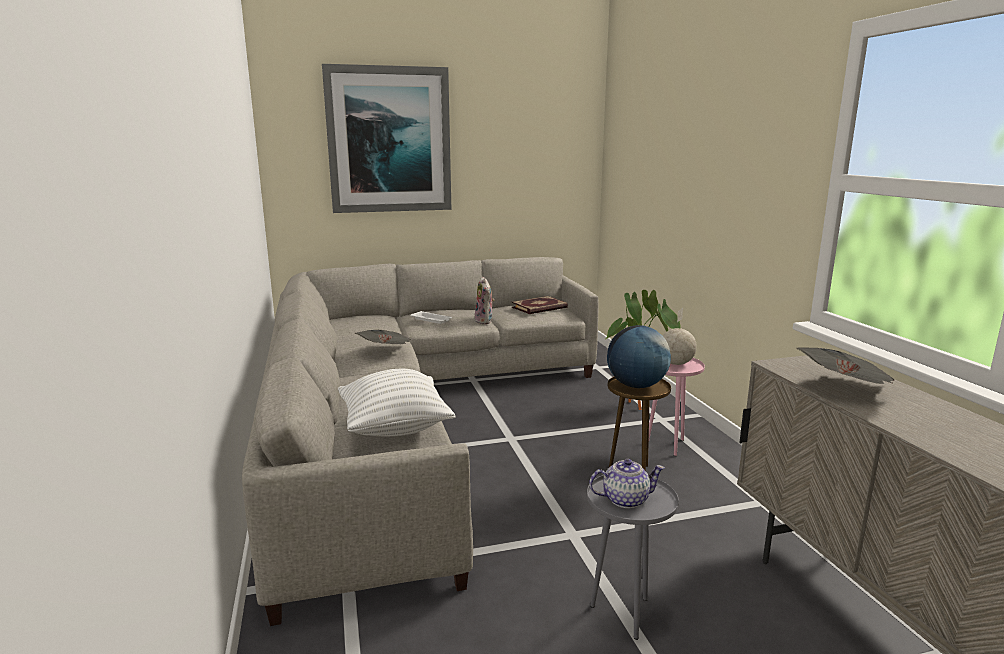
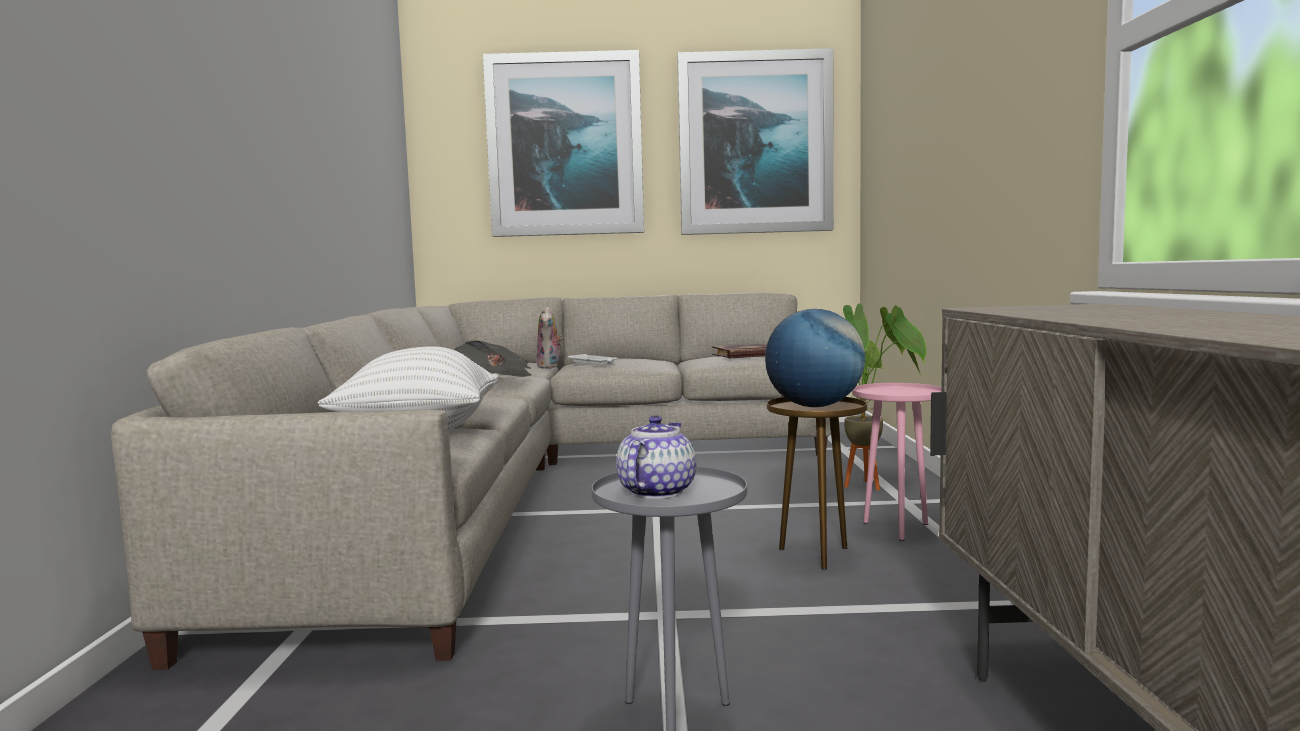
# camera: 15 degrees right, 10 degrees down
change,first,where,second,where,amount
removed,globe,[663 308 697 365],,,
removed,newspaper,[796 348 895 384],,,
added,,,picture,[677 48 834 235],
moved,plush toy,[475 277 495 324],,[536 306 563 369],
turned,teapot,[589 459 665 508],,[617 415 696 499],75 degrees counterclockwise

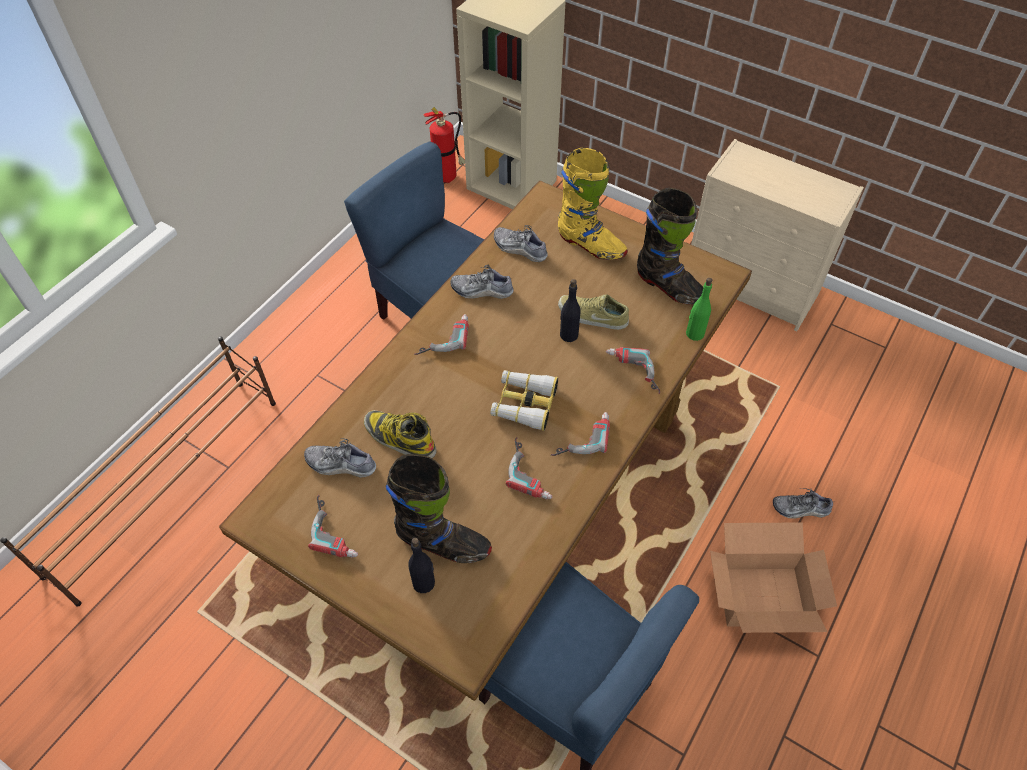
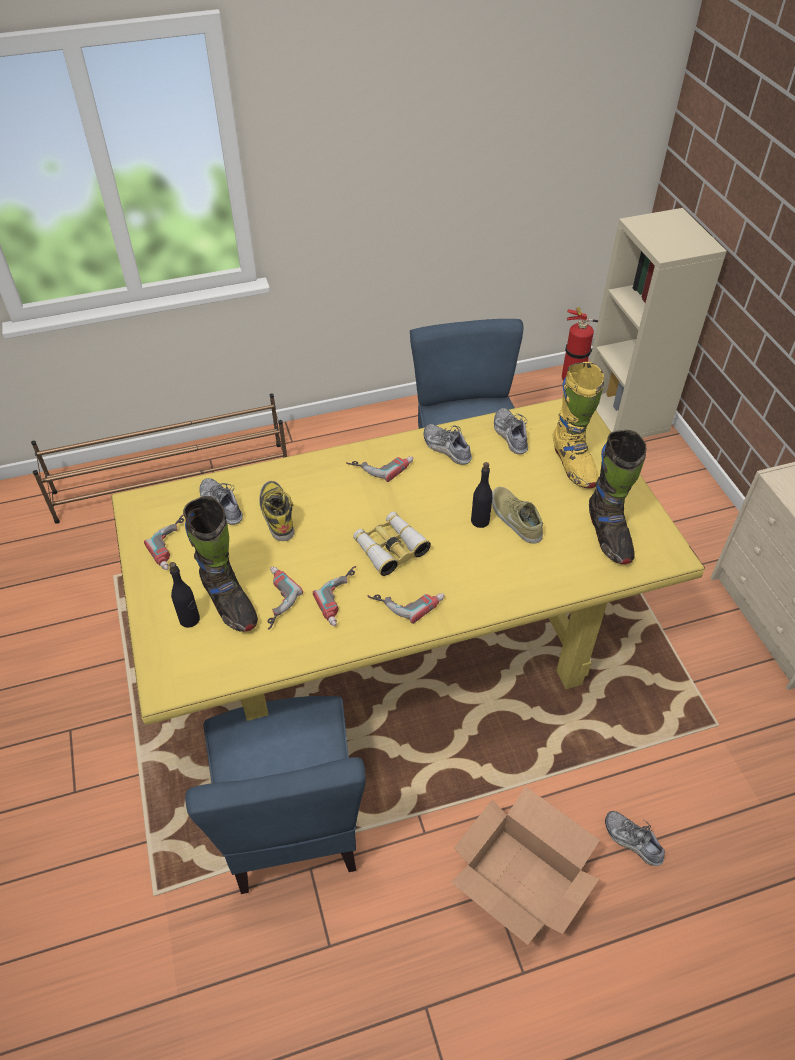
# camera: 40 degrees right, 5 degrees down
change,first,where,second,where,amount
removed,green bottle,[686 278 712 341],,,
moved,power drill,[606 347 660 394],,[268 567 303 630],
recoloured,brown dining table,[219 181 752 701],yellow dining table,[111 398 705 725],

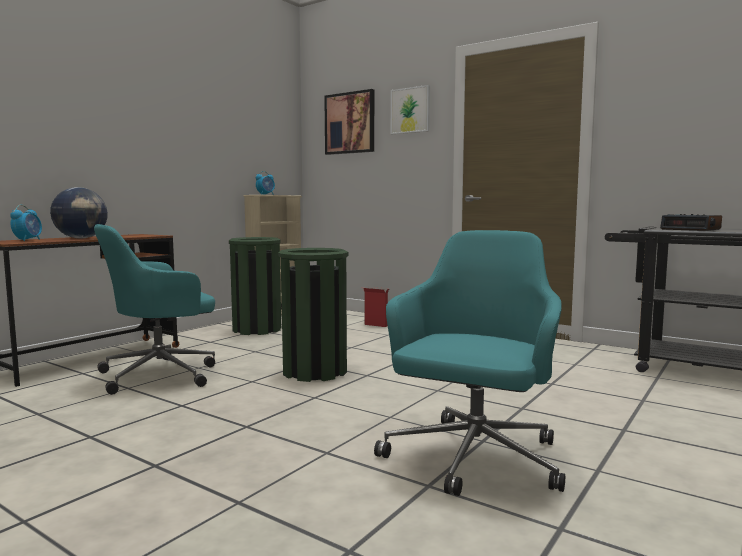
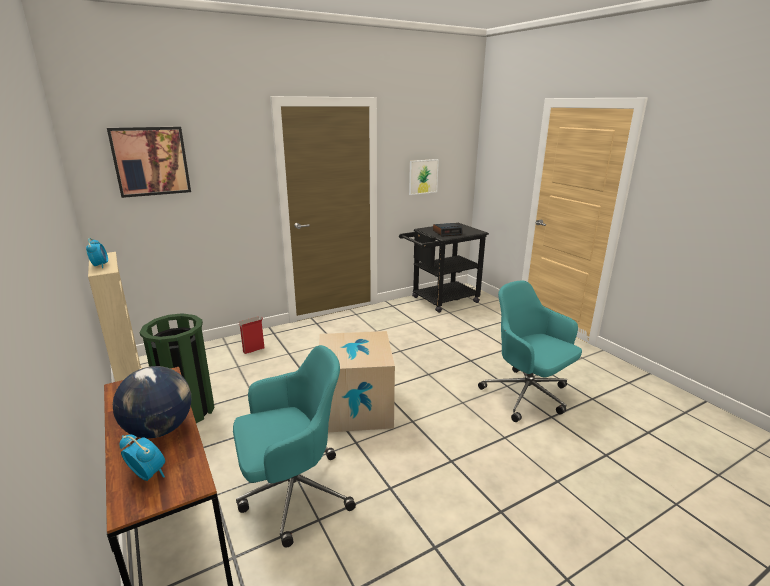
# camera: 65 degrees left, 15 degrees up
change,first,where,second,where,amount
moved,picture,[391 85 430 134],,[409 159 439 195],
replaced,green trash can,[278 248 348 382],cardboard box,[319 331 395 432],
turned,turquoise office chair,[94 224 215 395],,[233 345 356 548],105 degrees counterclockwise

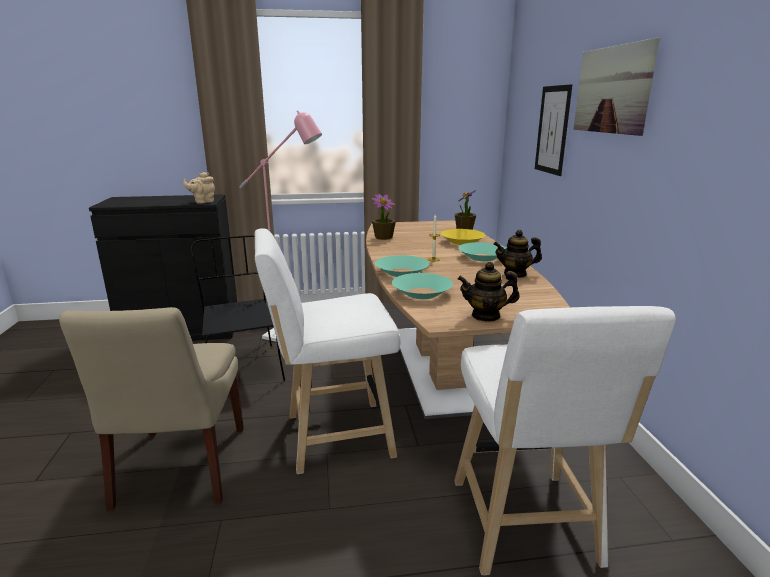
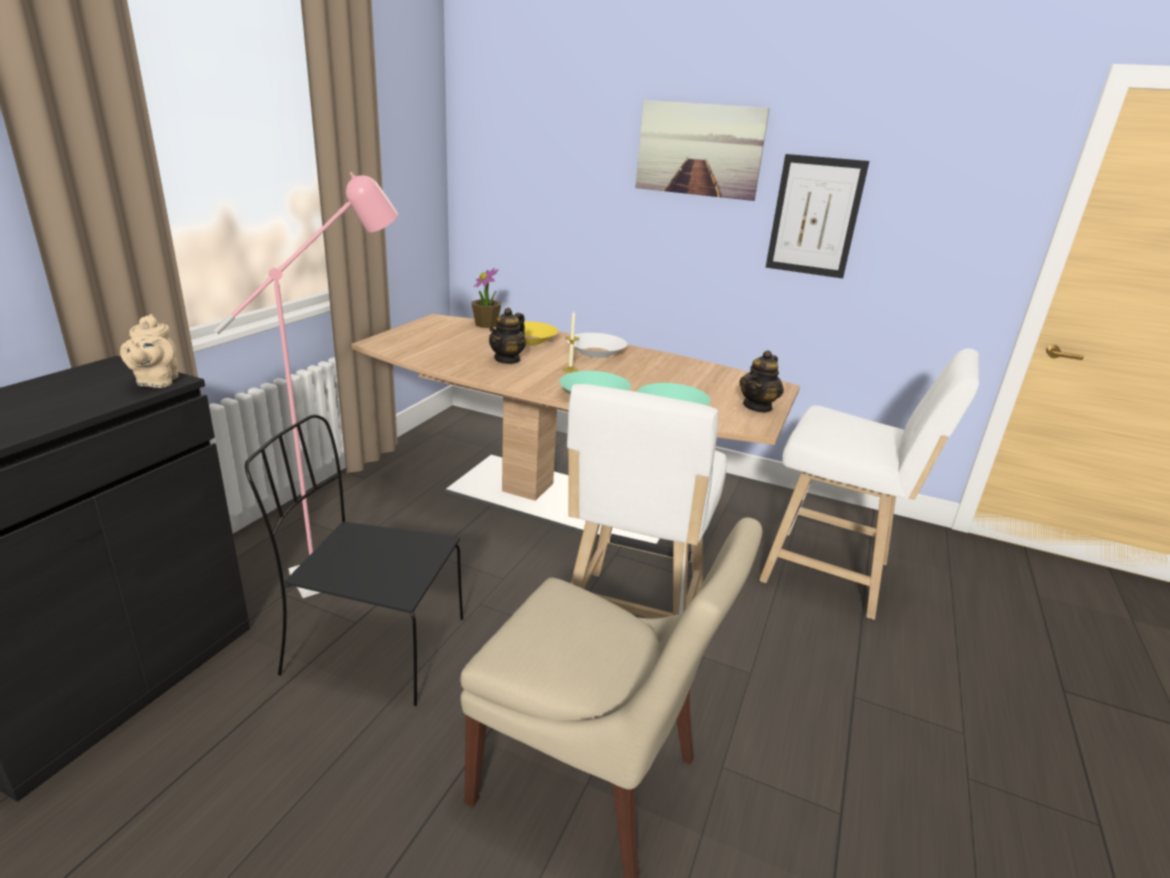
# camera: 60 degrees left, 5 degrees up
change,first,where,second,where,amount
removed,potted plant,[372 194 396 240],,,
moved,teapot,[493 230 542 278],,[489 308 526 364],
moved,picture,[535 84 572 176],,[766 154 869 278],
recoloured,turquoise bowl,[458 242 506 261],white bowl,[567 333 627 358],

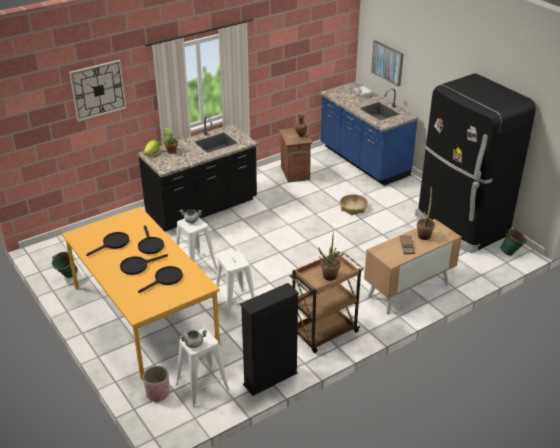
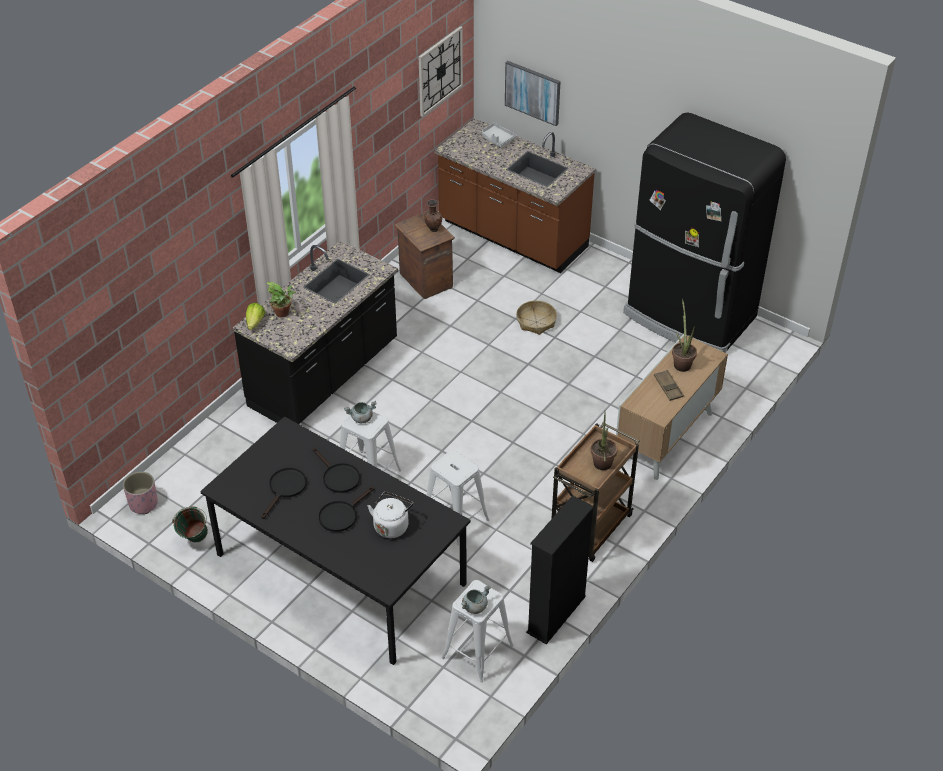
# camera: 20 degrees left, 10 degrees up
change,first,where,second,where,amount
removed,green bucket,[500 229 527 256],,,
moved,wall clock,[69 60 127 122],,[419 26 463 117],
moved,pink planter,[143 366 170 402],,[123 472 158 514],
replaced,black frying pan,[138 266 183 293],white kettle,[368 492 413 538],
recoloured,orange dining table,[62 207 220 380],black dining table,[200 416 470 665],
recoloured,blue counter,[319 82 418 186],brown counter,[434 118 596 273],

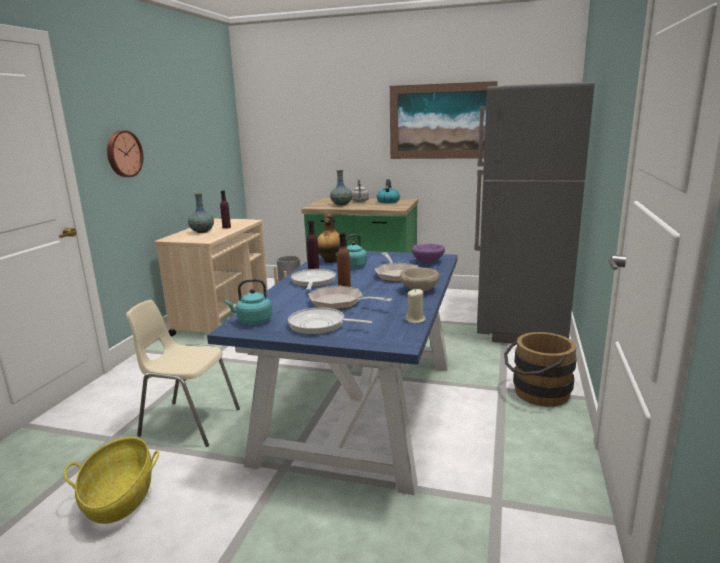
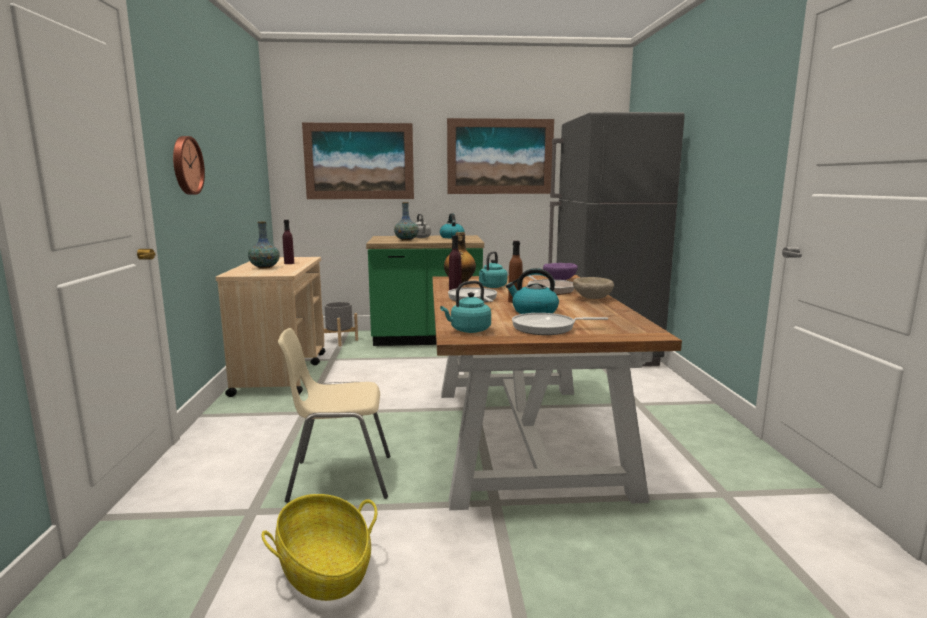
# camera: 20 degrees left, 5 degrees down
change,first,where,second,where,amount
removed,beige candle,[405 289 426 323],,,
removed,brown bucket,[504 332 577 407],,,
added,,,picture,[302 123 414 199],
replaced,frying pan,[308 286 393 310],kettle,[506 268 559 314],
recoloured,blue dining table,[207 251 458 495],brown dining table,[432 275 682 510],

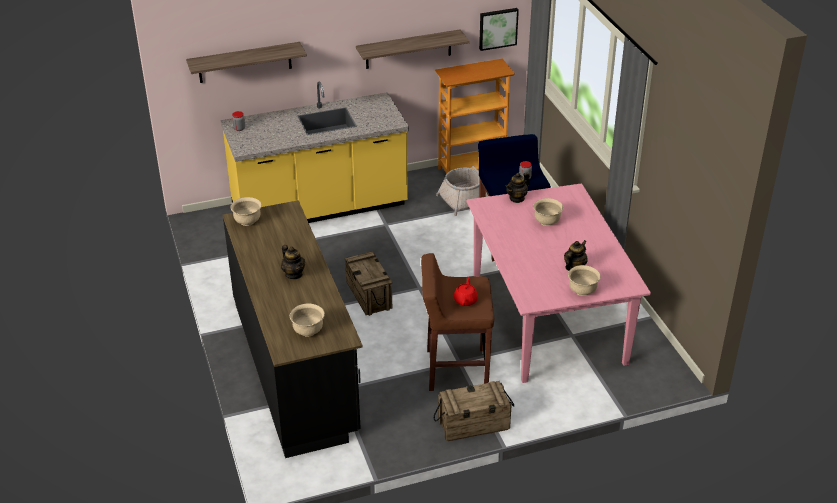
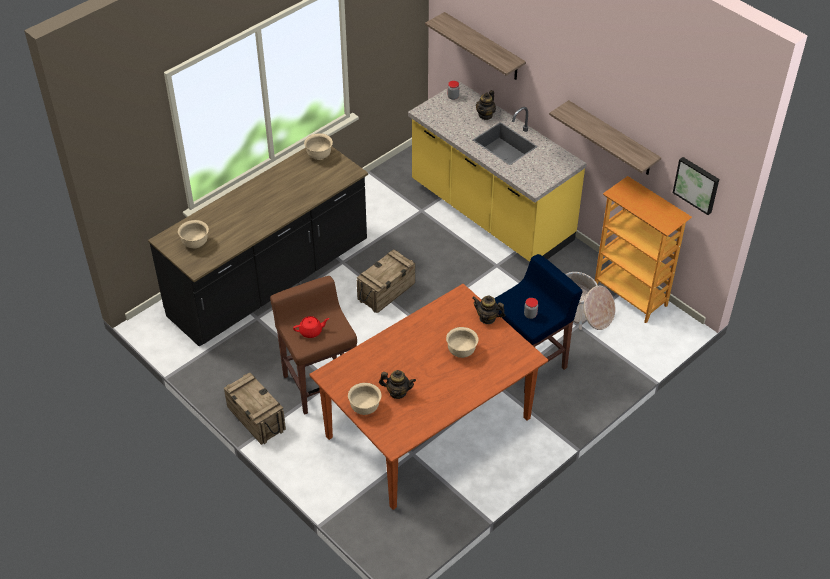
# camera: 65 degrees right, 10 degrees up
change,first,where,second,where,amount
moved,teapot,[281 245 305 279],,[476 90 496 120],
recoloured,pink dining table,[466 183 651 383],brown dining table,[309 284 548 510],

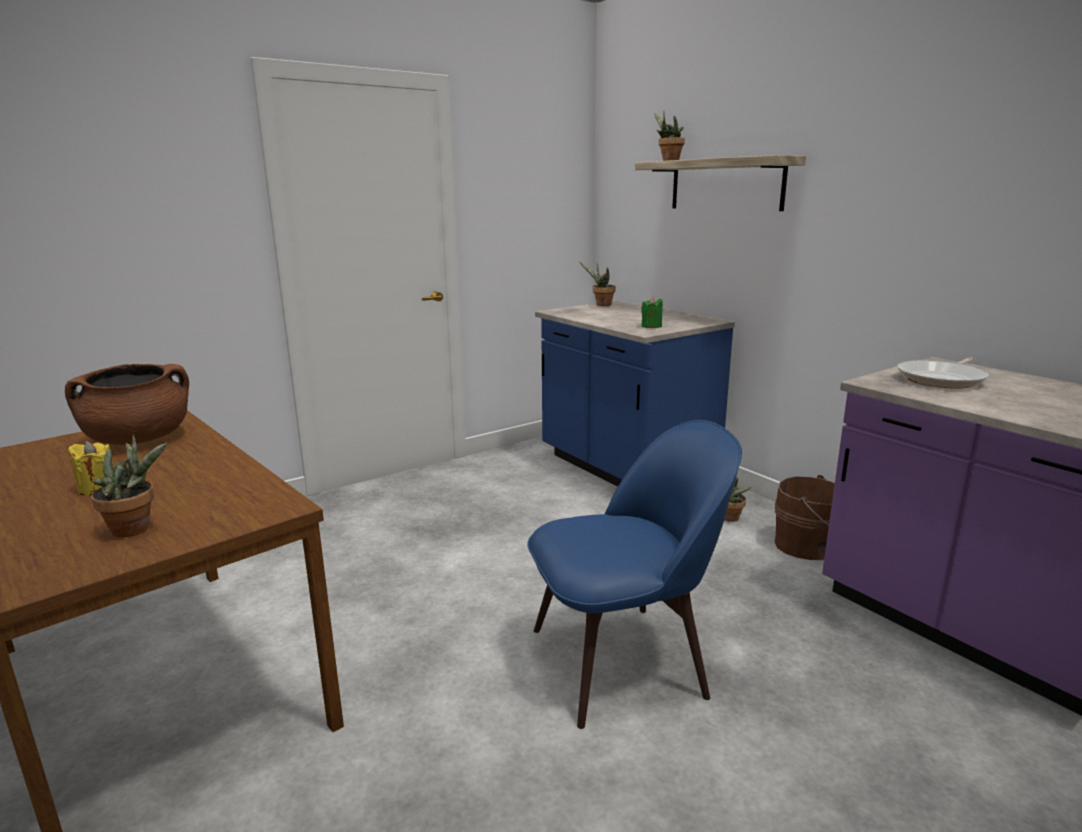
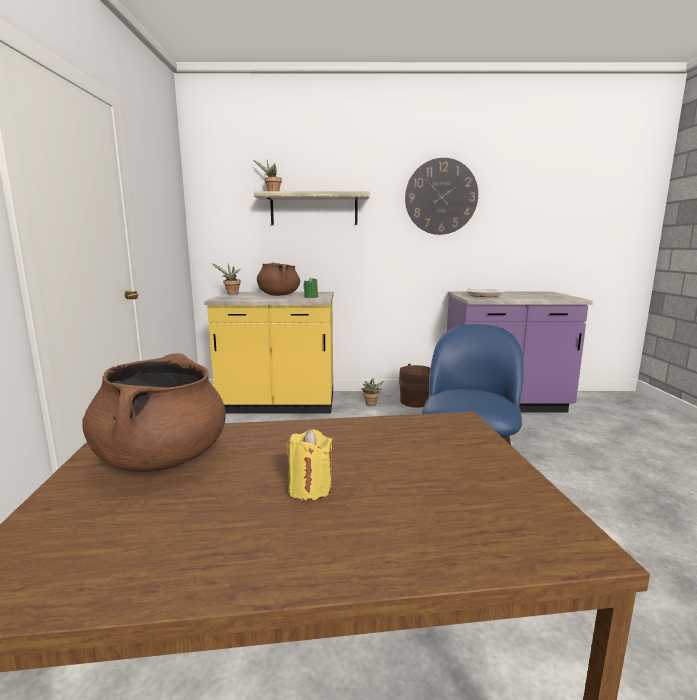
# camera: 55 degrees left, 5 degrees down
change,first,where,second,where,amount
removed,potted plant,[91 435 168 537],,,
added,,,brown cooking pot,[257 262 300 296],
added,,,wall clock,[405 158 478 235],
recoloured,blue counter,[535 301 735 487],yellow counter,[204 292 334 414],

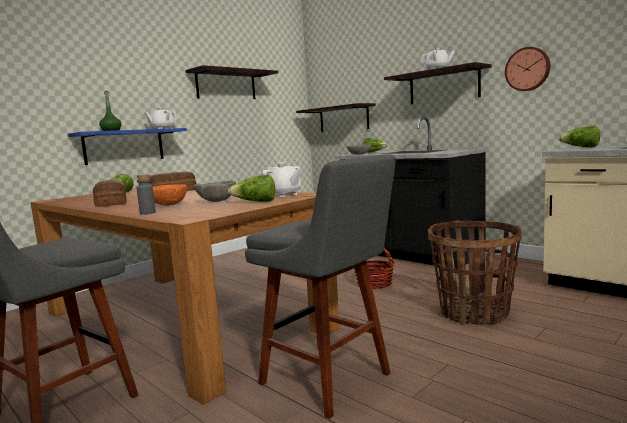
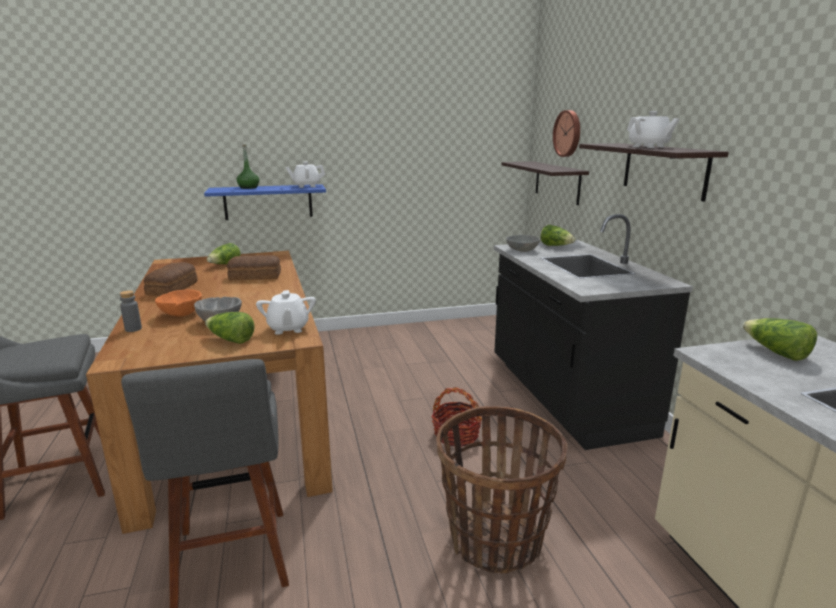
# camera: 30 degrees right, 10 degrees up
change,first,where,second,where,amount
removed,shelf,[185 65 278 99],,,
moved,wall clock,[505 47 550 91],,[553 110 580 157],

